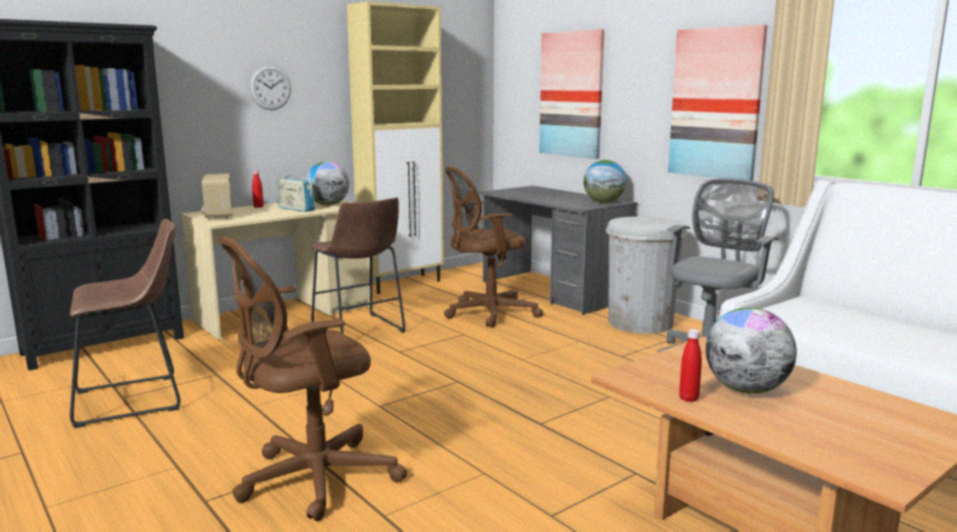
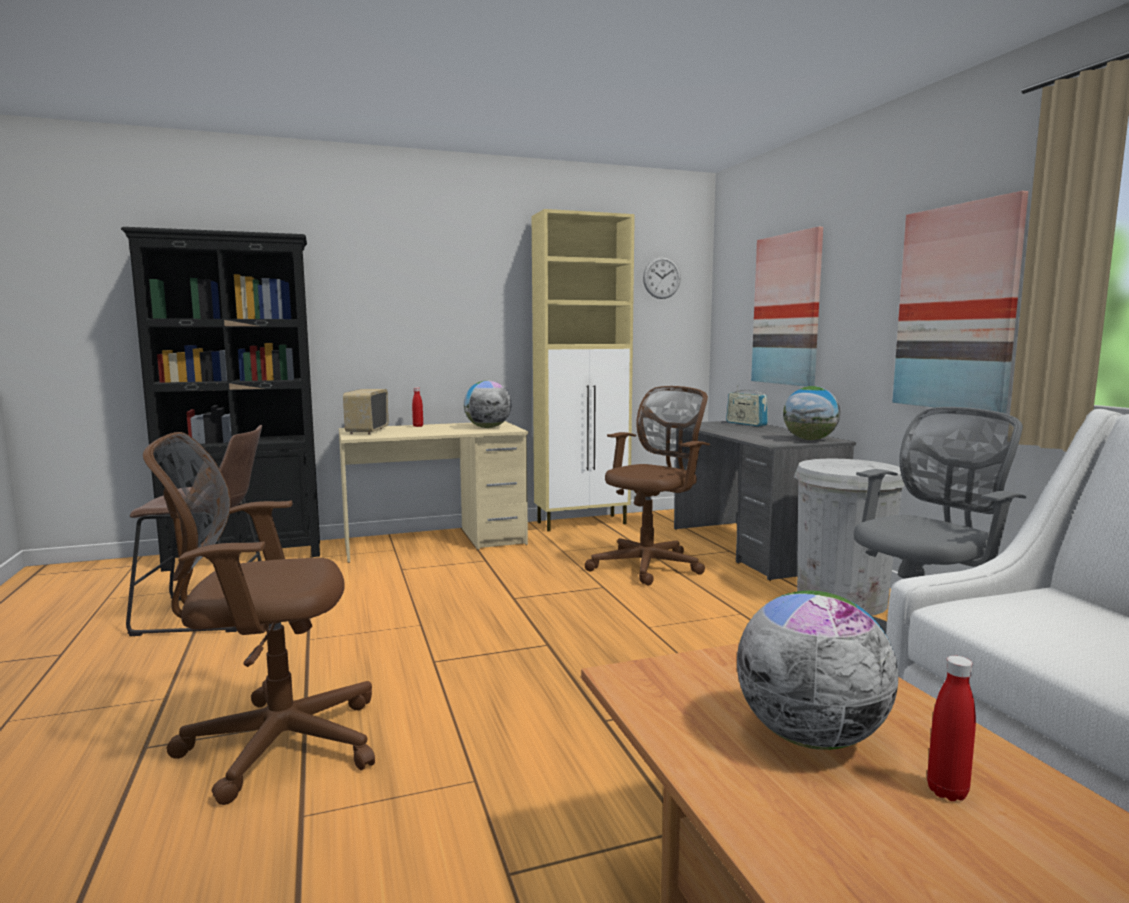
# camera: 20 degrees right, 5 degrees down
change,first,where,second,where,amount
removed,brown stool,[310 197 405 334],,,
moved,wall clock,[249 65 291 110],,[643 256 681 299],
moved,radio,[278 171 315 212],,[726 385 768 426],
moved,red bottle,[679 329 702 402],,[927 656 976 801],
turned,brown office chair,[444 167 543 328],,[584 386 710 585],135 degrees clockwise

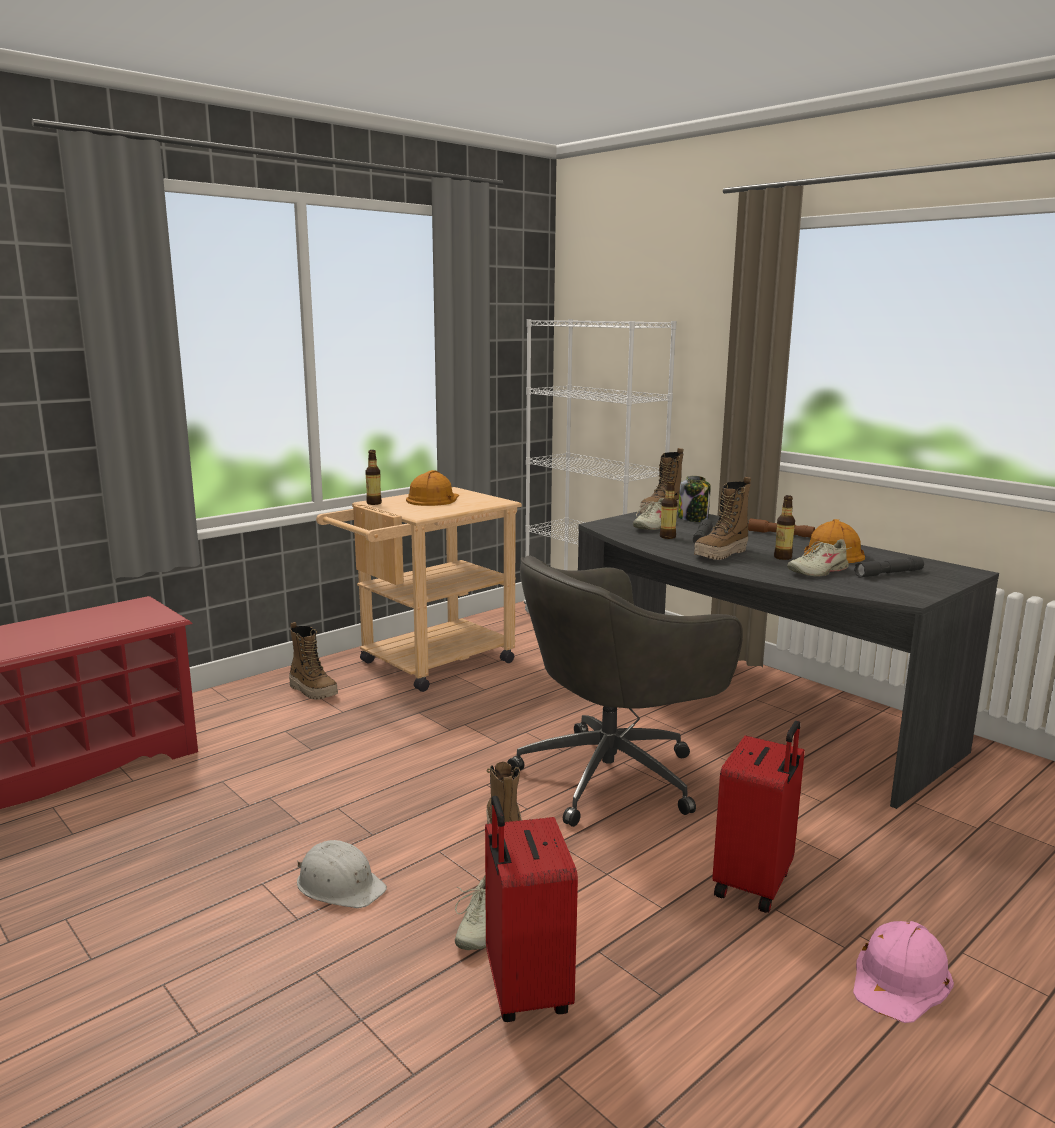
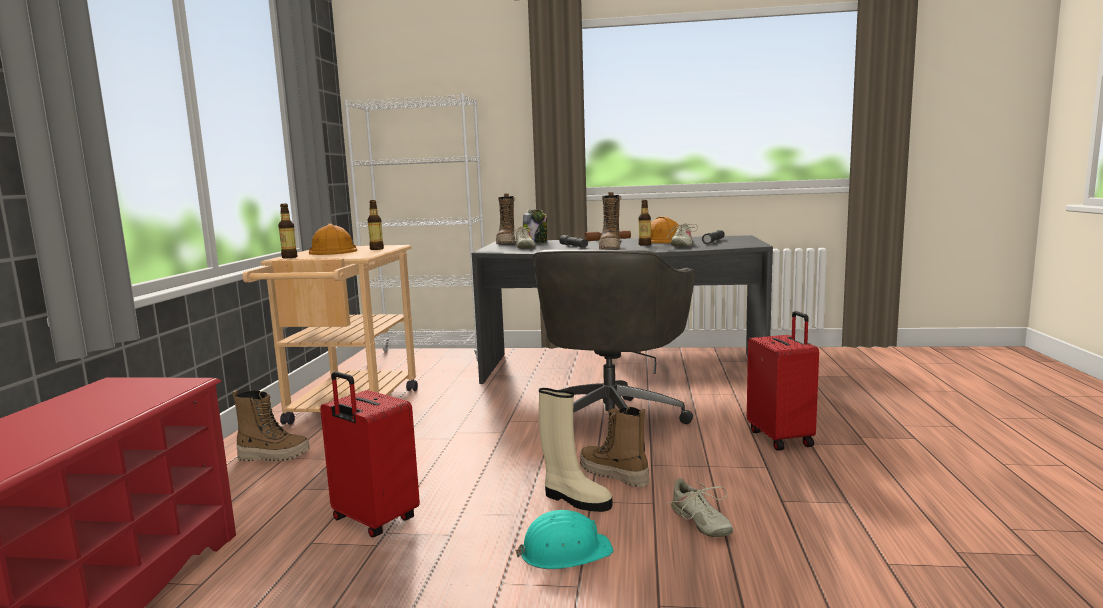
# camera: 40 degrees left, 5 degrees down
change,first,where,second,where,amount
removed,pink hard hat,[853 921 954 1023],,,
added,,,beige boot,[539 388 613 512],
moved,red suitcase,[485 795 578 1022],,[320 372 420 538],
moved,bottle,[660 479 678 539],,[367 200 384 250],
recoloured,white hard hat,[297 840 387 908],turquoise hard hat,[516 510 614 569],

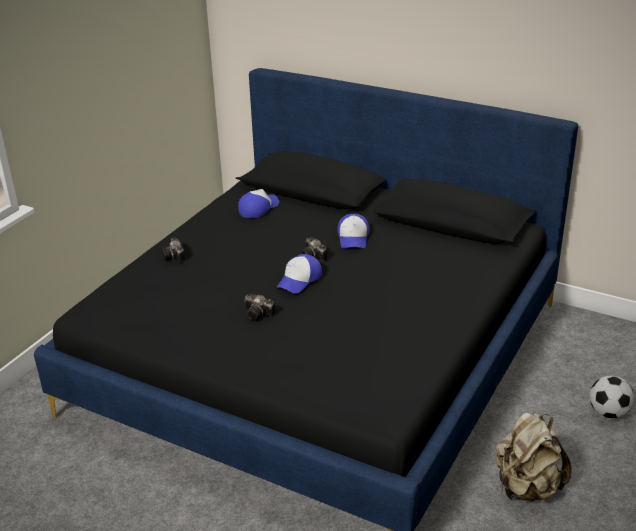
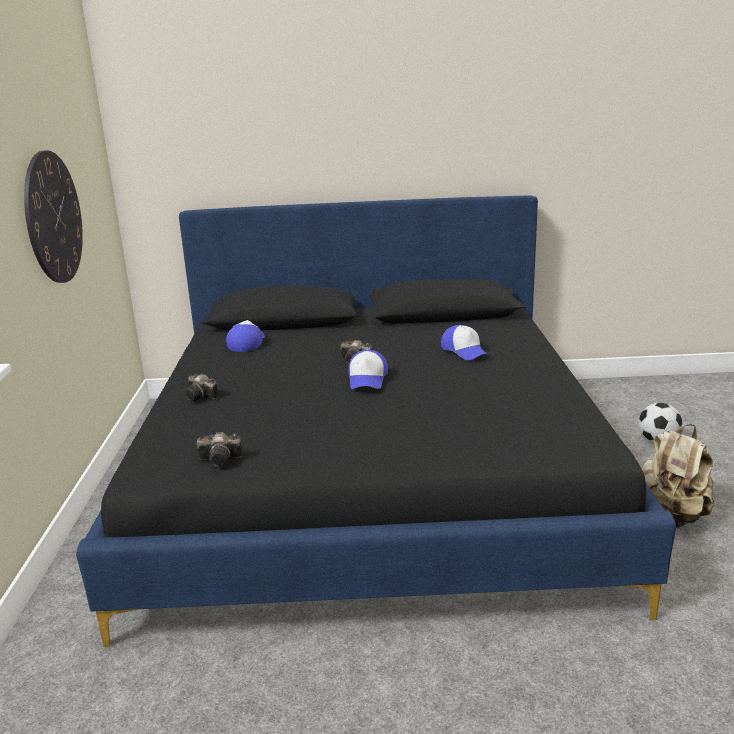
# camera: 30 degrees left, 10 degrees down
change,first,where,second,where,amount
added,,,wall clock,[24 151 83 283],
moved,photo camera,[244 294 275 320],,[197 432 243 467],
moved,cap,[337 214 369 249],,[441 325 487 360],

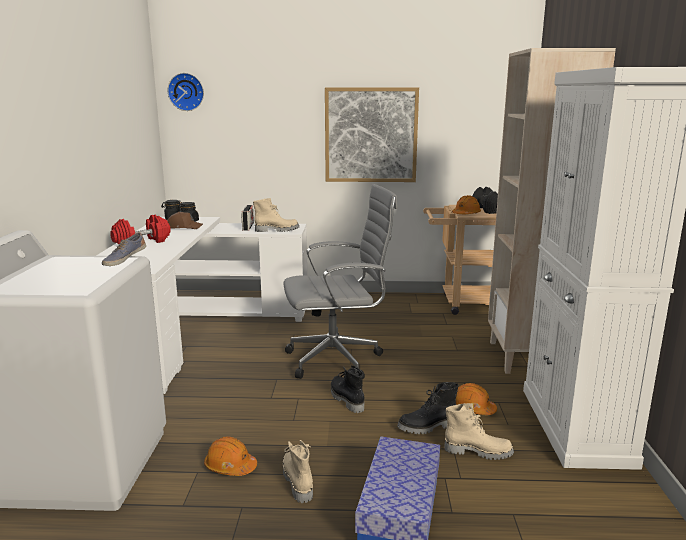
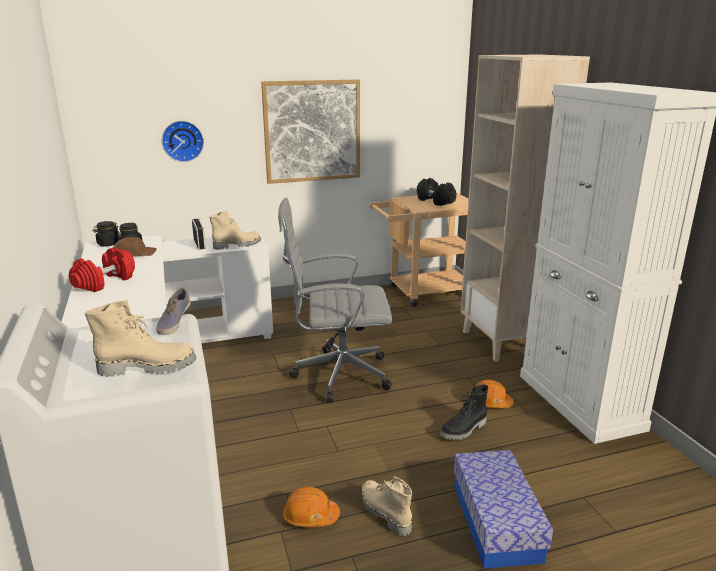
# camera: 20 degrees left, 5 degrees up
change,first,where,second,where,amount
removed,black boot,[331 365 364 413],,,
removed,orange hard hat,[452 195 481 214],,,
moved,wall clock,[168 73 204 111],,[162 121 204 162],
moved,beige boot,[444 403 514 460],,[85 300 197 377],
turned,grey office chair,[283 184 397 379],,[278 198 392 403],150 degrees counterclockwise

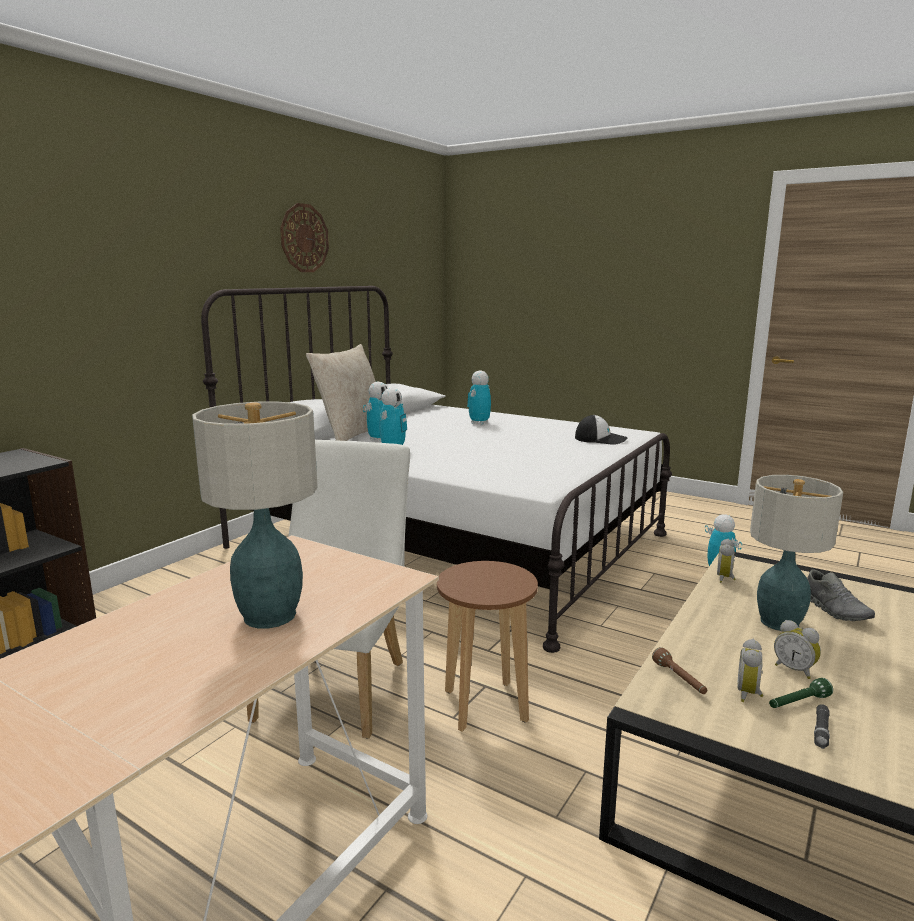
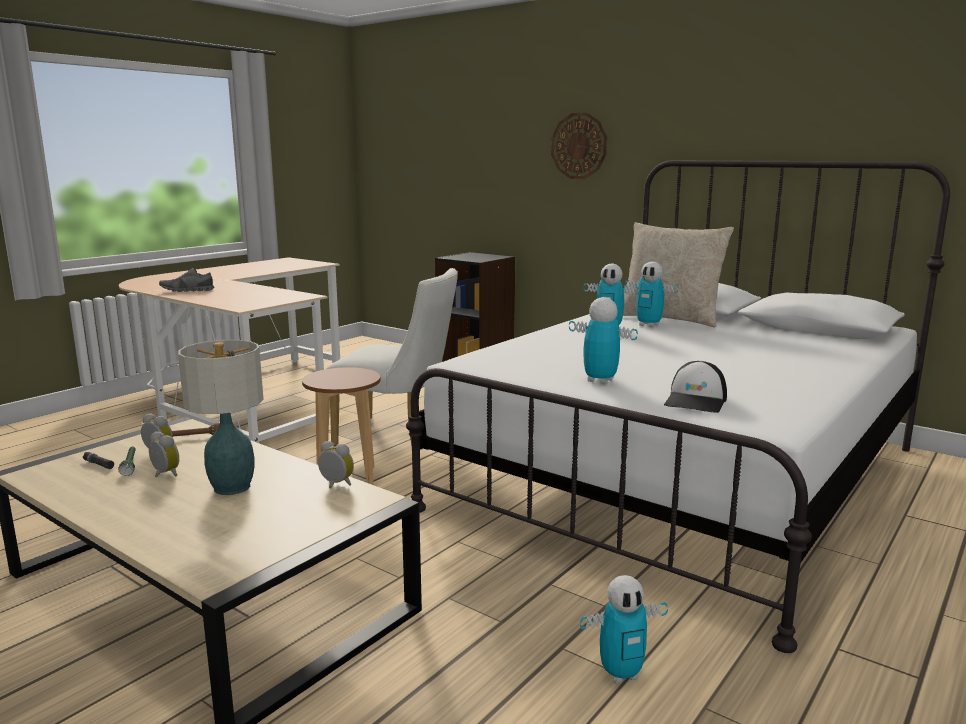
# camera: 95 degrees right, 0 degrees up
change,first,where,second,where,amount
removed,table lamp,[192 402 318 628],,,
moved,wall clock,[280 203 329 272],,[551 112 607 179],
moved,toy robot,[467 370 491 425],,[569 297 638 384],
moved,grey shoe,[807 569 875 621],,[159 268 215 292],
turned,alarm clock,[774 620 821 679],,[149 431 179 478],75 degrees clockwise

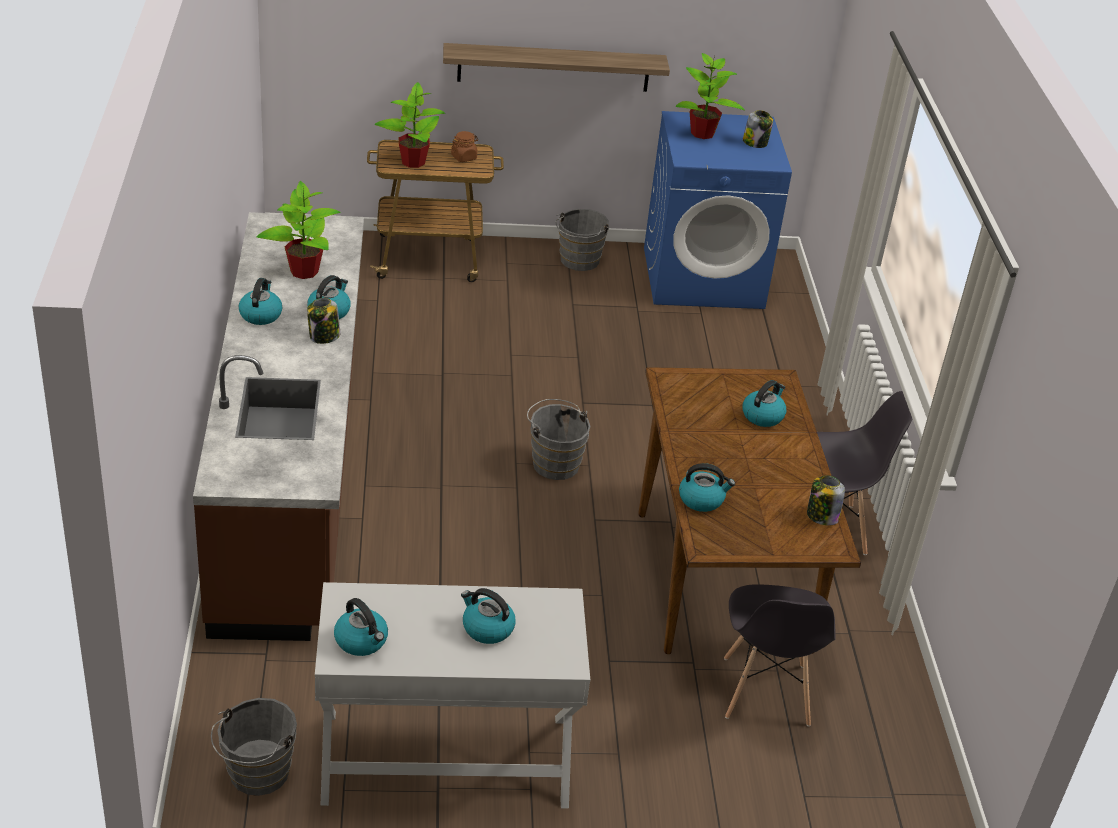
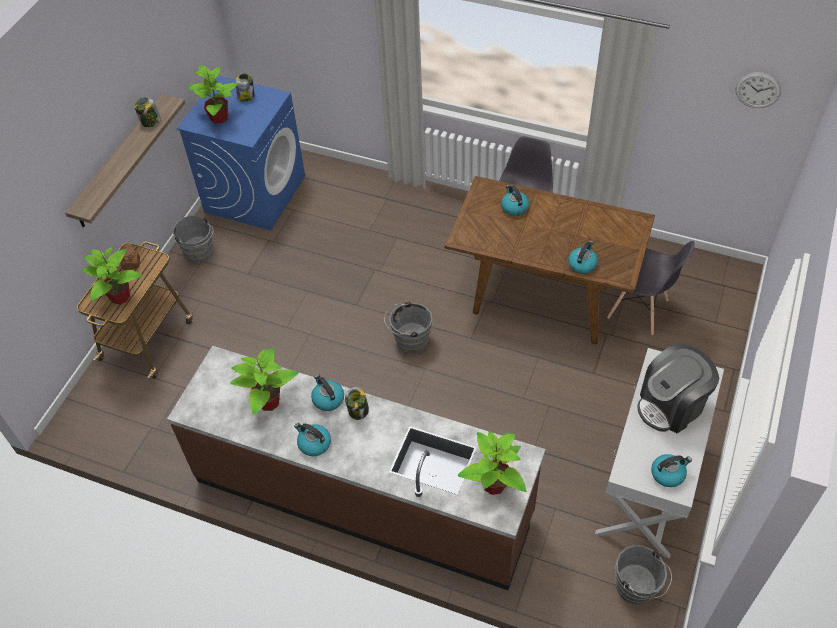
# camera: 60 degrees left, 15 degrees up
change,first,where,second,where,amount
added,,,potted plant,[458 431 526 495],
added,,,wall clock,[735 72 781 108],
moved,jar,[807 475 845 526],,[134 97 161 127],
replaced,kettle,[461 588 516 644],coffee machine,[637 344 719 433],

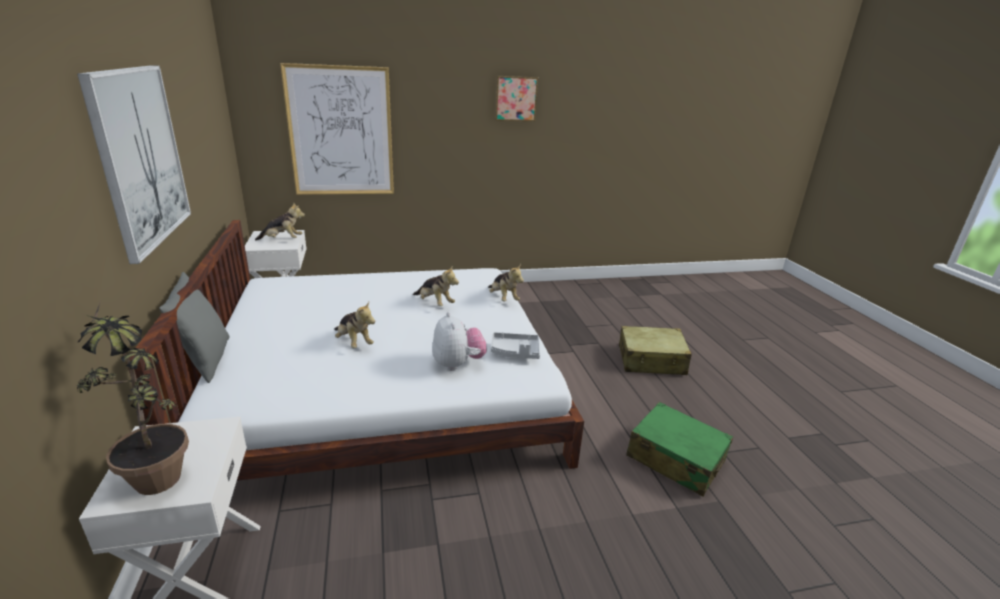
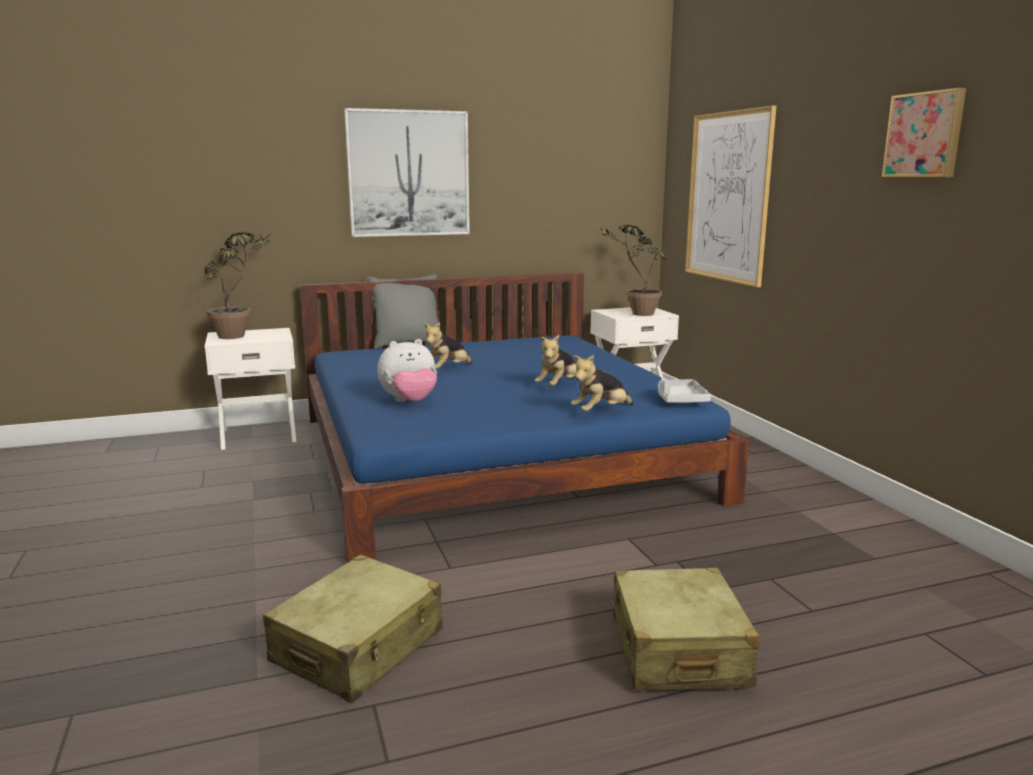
# camera: 85 degrees right, 10 degrees down
change,first,where,second,where,amount
moved,grey tray,[491 332 540 359],,[658 378 711 403],
replaced,plush toy,[255 203 305 241],potted plant,[599 225 668 316],
recoloured,white bed,[126 220 584 481],blue bed,[300 273 749 563],
recoloured,green suitcase,[626 402 733 497],beige suitcase,[263 554 443 703],

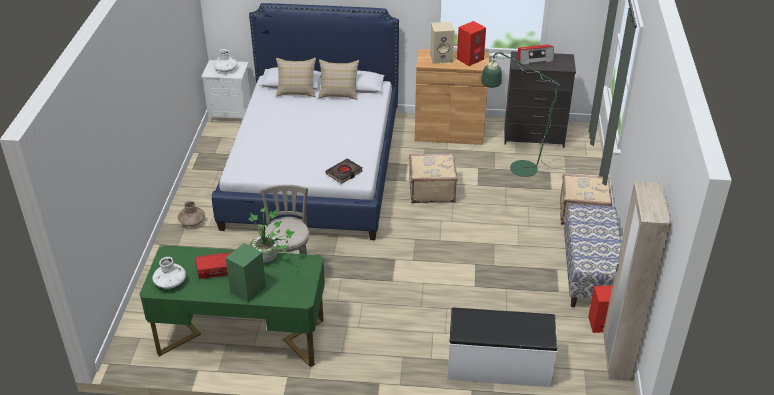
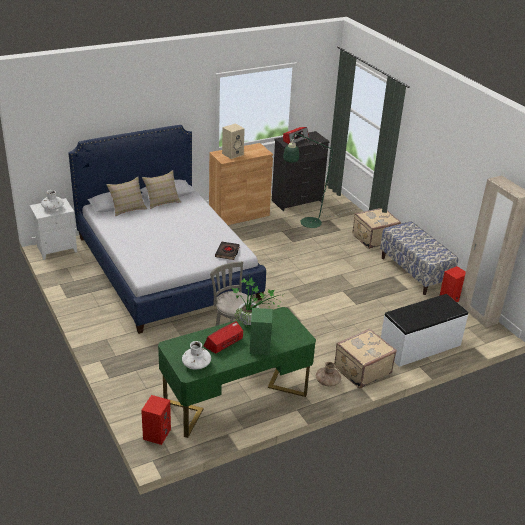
# camera: 35 degrees left, 5 degrees down
change,first,where,second,where,amount
moved,brown vase,[178 201 205 227],,[316 362 341 387],
moved,beige suitcase,[409 153 458 203],,[334 328 397 389],
moved,red speaker,[457 21 486 66],,[141 395 171 445],

